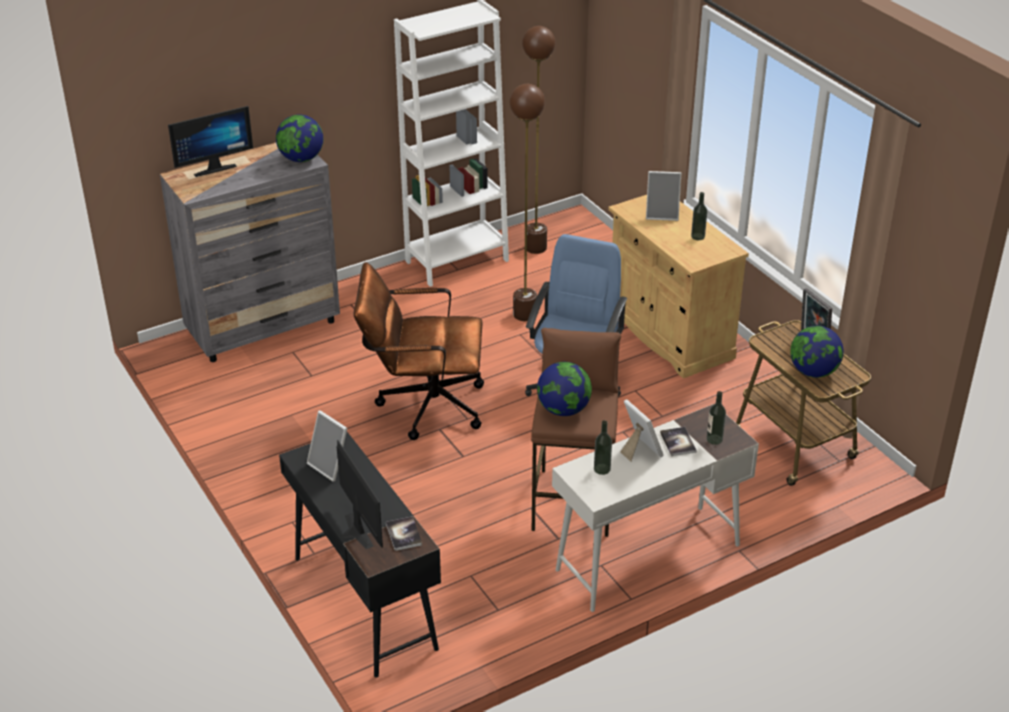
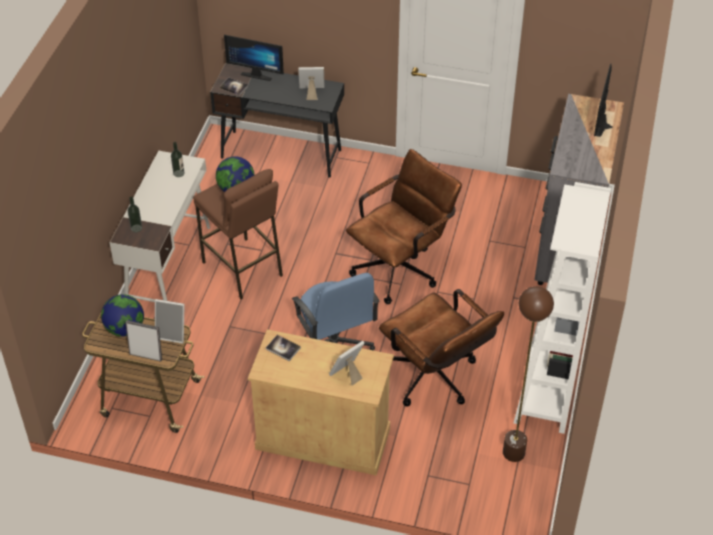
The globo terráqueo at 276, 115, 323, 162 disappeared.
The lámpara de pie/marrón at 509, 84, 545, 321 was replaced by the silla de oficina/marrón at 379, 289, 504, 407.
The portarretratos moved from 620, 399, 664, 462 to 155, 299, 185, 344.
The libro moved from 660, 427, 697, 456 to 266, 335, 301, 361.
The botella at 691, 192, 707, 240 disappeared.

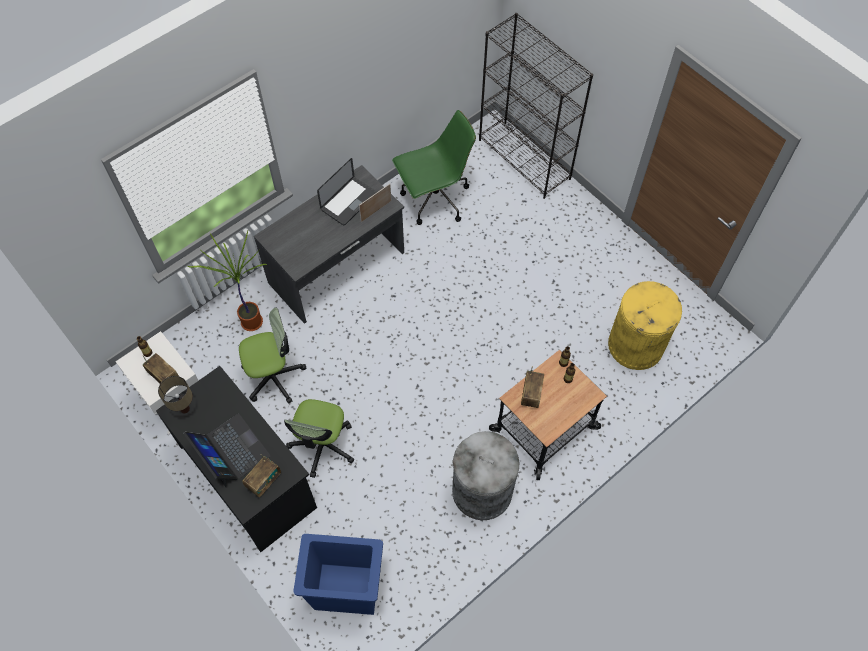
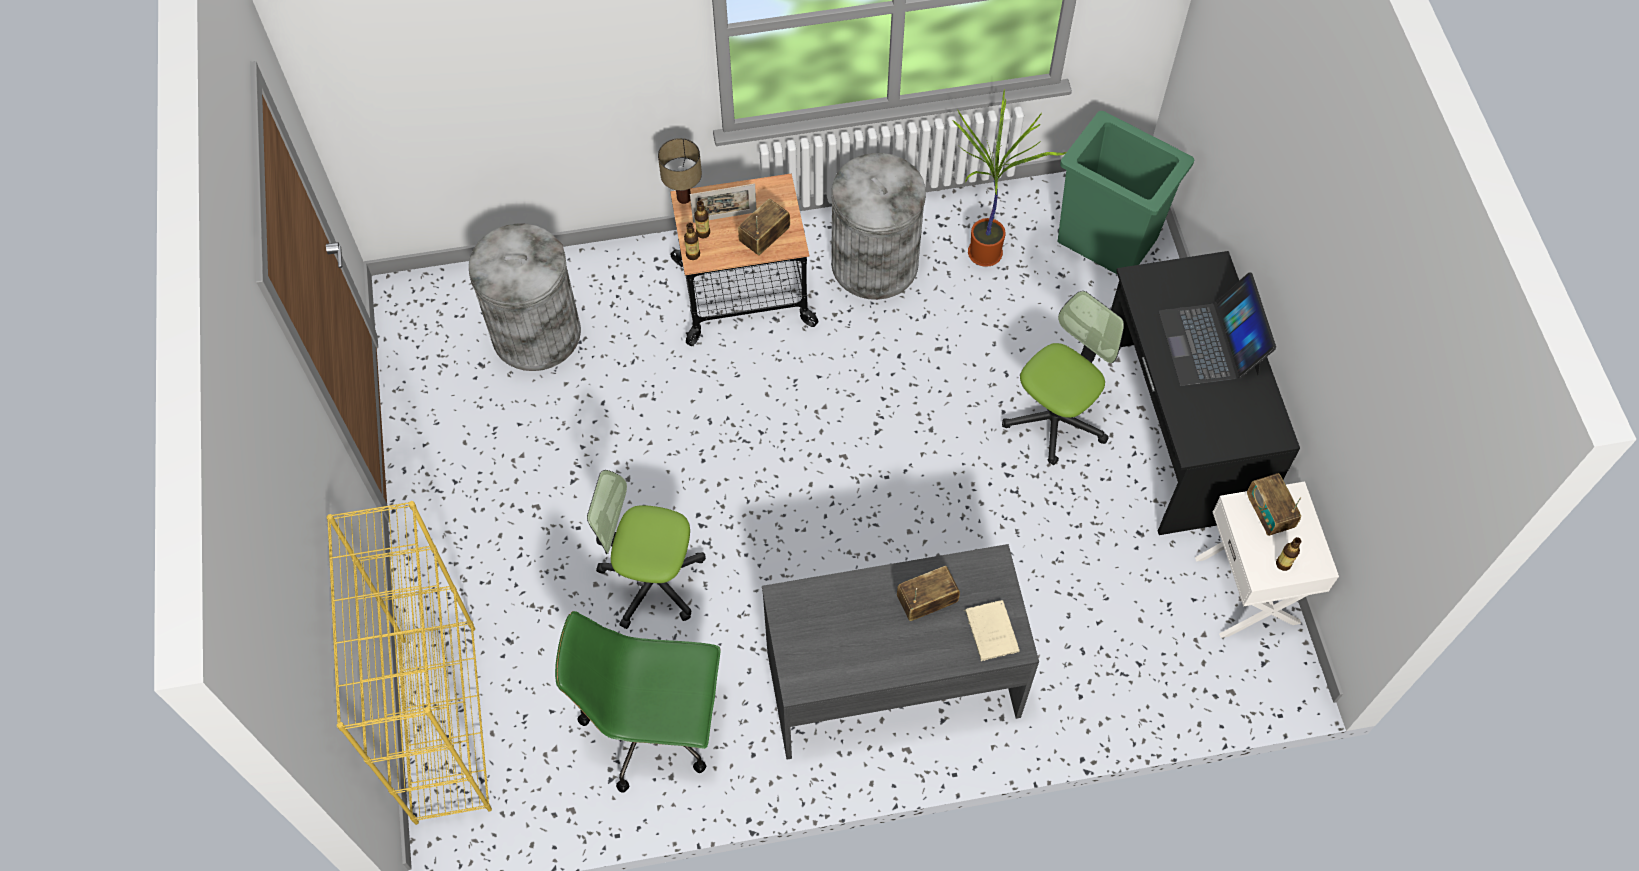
The lámpara de mesa moved from 158, 376, 193, 414 to 658, 138, 702, 204.
The planta en maceta moved from 188, 231, 267, 331 to 952, 89, 1066, 267.
The silla de oficina moved from 239, 308, 306, 404 to 587, 470, 706, 629.
The radio moved from 242, 454, 281, 497 to 897, 566, 960, 621.
The papelera/azul at 293, 534, 383, 615 became the papelera/verde at 1058, 111, 1194, 274.
The portátil at 317, 158, 377, 226 disappeared.
The portarretratos moved from 359, 184, 391, 222 to 690, 184, 757, 223.
The estantería/negro at 479, 13, 593, 199 became the estantería/amarillo at 327, 501, 492, 825.
The papelera/amarillo at 608, 281, 682, 370 became the papelera/gris at 469, 223, 581, 371.
The libro/beis at 965, 600, 1020, 661 appeared.

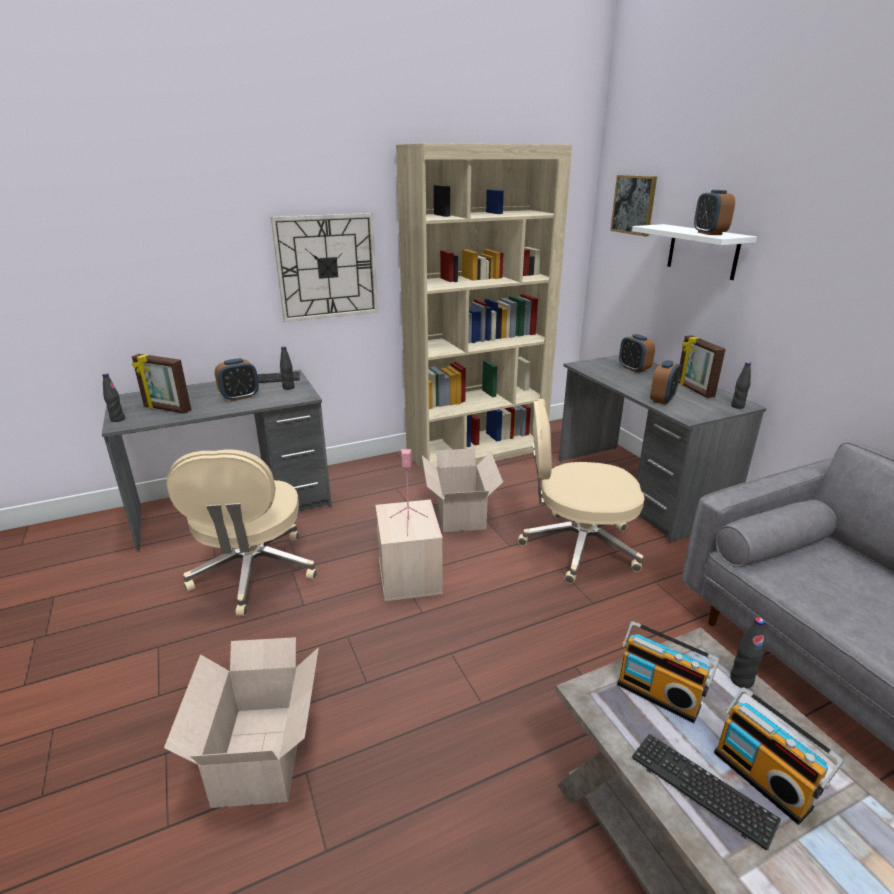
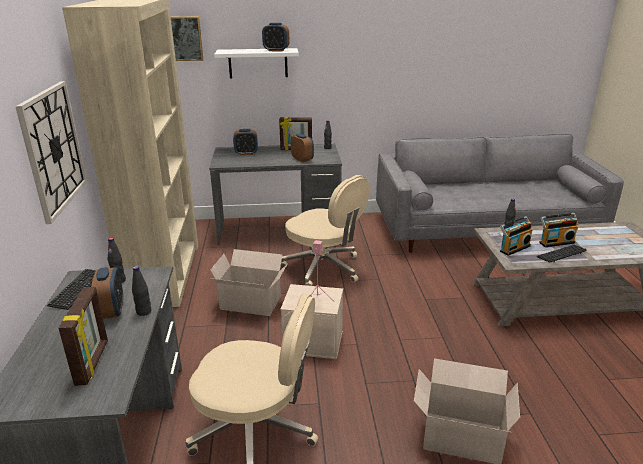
The botella/negro moved from 102, 373, 125, 422 to 132, 266, 152, 316.
The portarretratos at 132, 354, 191, 414 turned 45 degrees counterclockwise.
The silla de oficina/beis at 518, 399, 644, 584 turned 75 degrees counterclockwise.

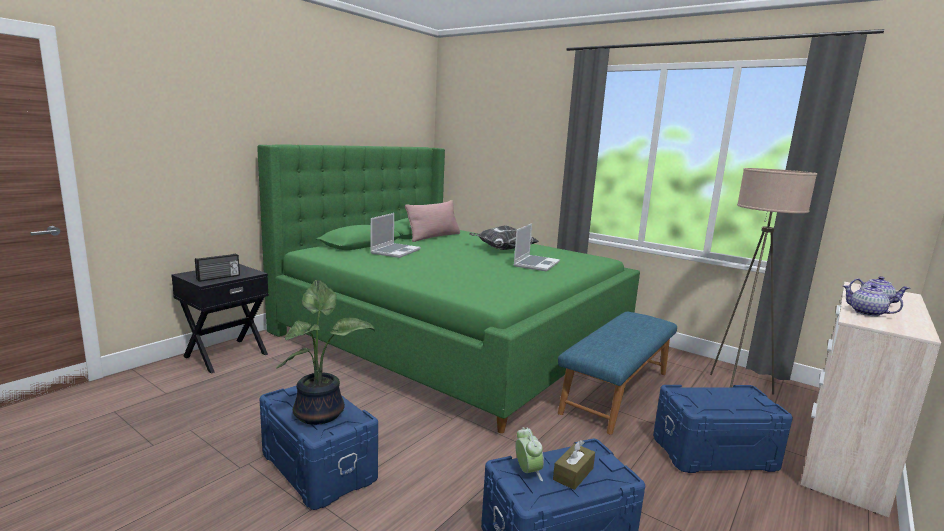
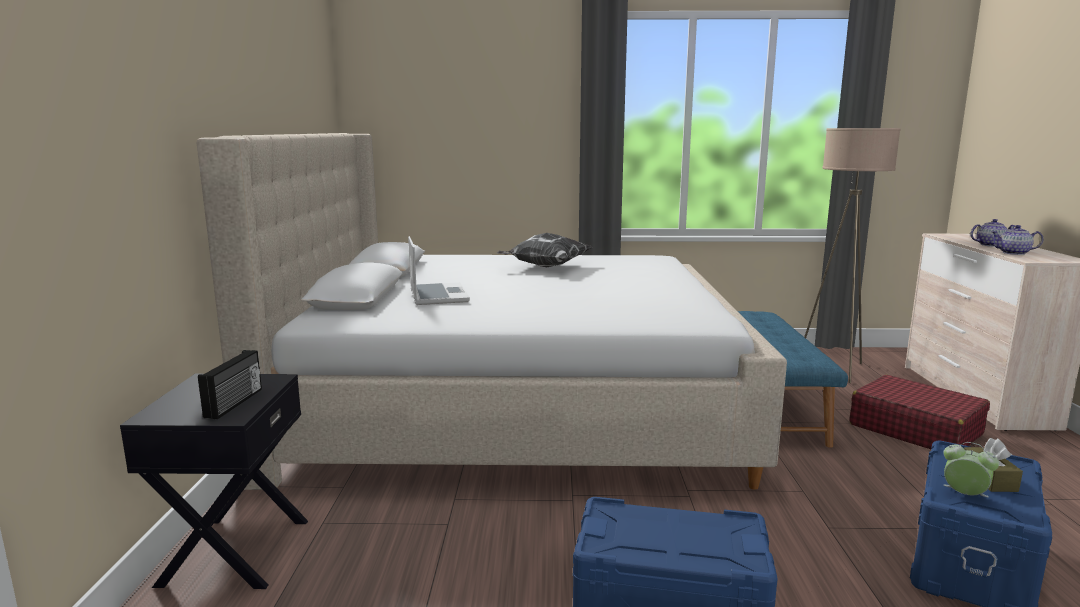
The cama/verde at 257, 144, 640, 433 became the cama/beis at 197, 133, 787, 490.
The planta en maceta at 276, 280, 375, 425 disappeared.
The cojín/rosa at 405, 200, 460, 242 disappeared.
The portátil at 514, 223, 560, 272 disappeared.
The caja de almacenaje/azul at 653, 385, 793, 473 was replaced by the maleta/rojo at 849, 375, 990, 449.

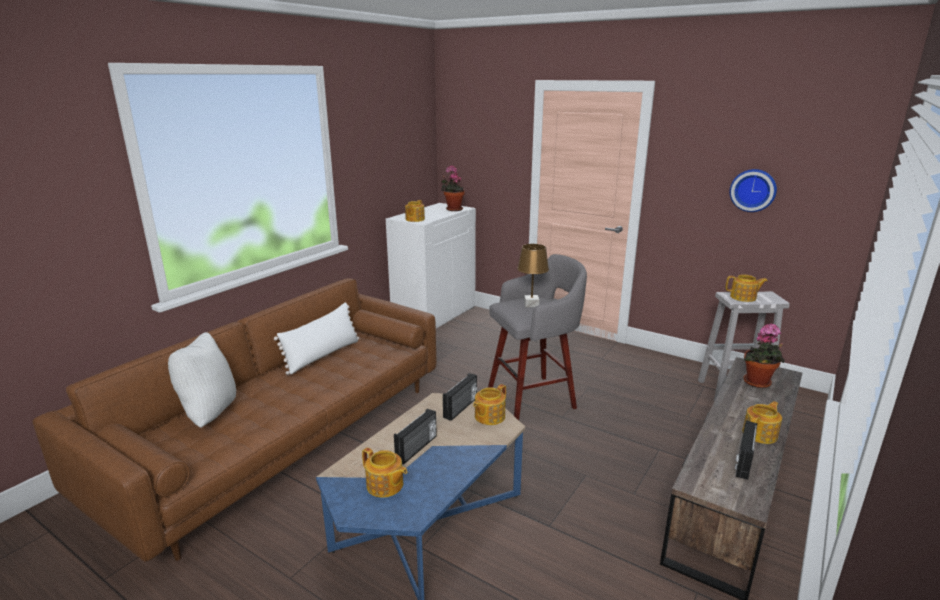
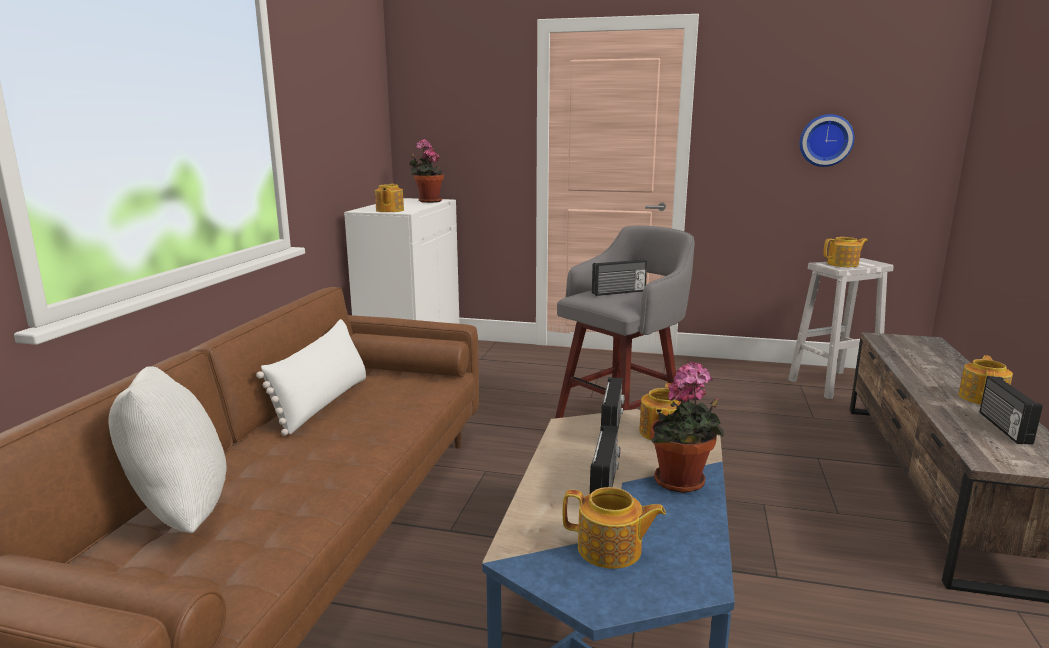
The lámpara de mesa/marrón at 517, 244, 549, 307 was replaced by the radio at 592, 259, 647, 296.
The planta en maceta moved from 743, 323, 785, 388 to 650, 362, 724, 493.

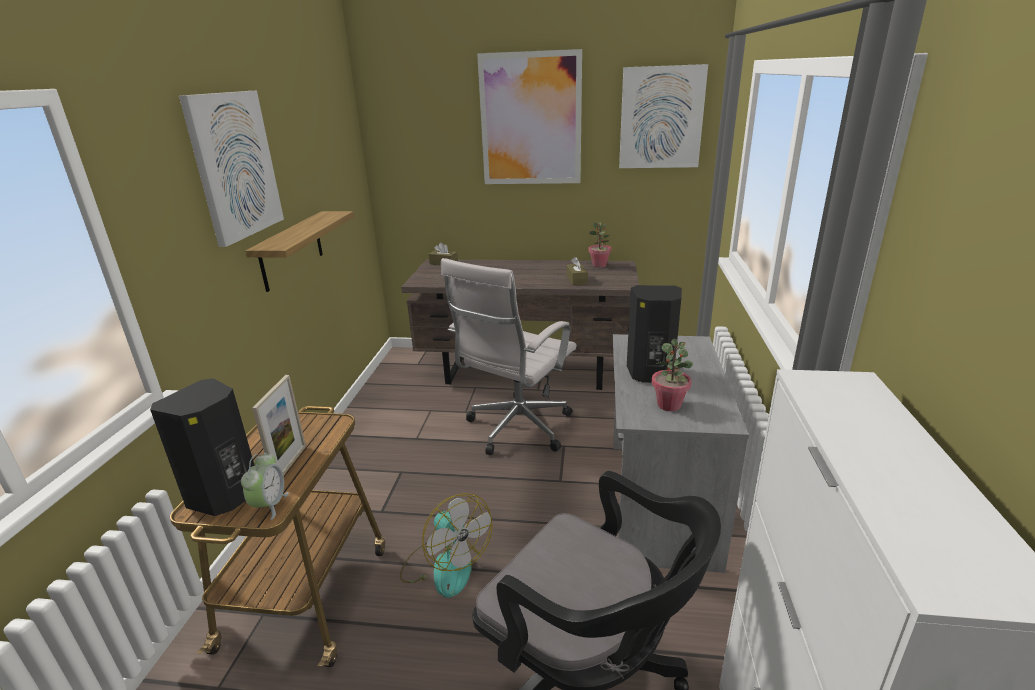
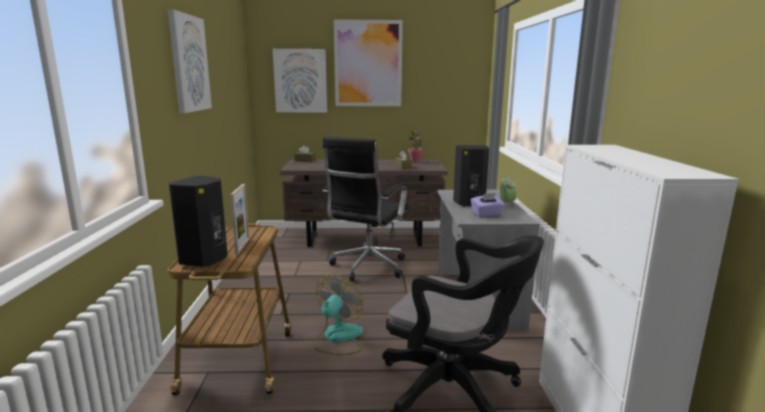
The despertador moved from 241, 453, 289, 520 to 500, 176, 516, 206.
The estante at 245, 211, 354, 292 disappeared.
The ventilador at 400, 493, 493, 598 turned 105 degrees counterclockwise.
The silla de oficina/blanco at 441, 258, 576, 455 became the silla de oficina/negro at 322, 136, 408, 282.
The cuadro moved from 619, 64, 708, 168 to 273, 49, 327, 113.
The planta en maceta at 652, 339, 693, 411 was replaced by the caja de pañuelos/morado at 471, 193, 505, 217.

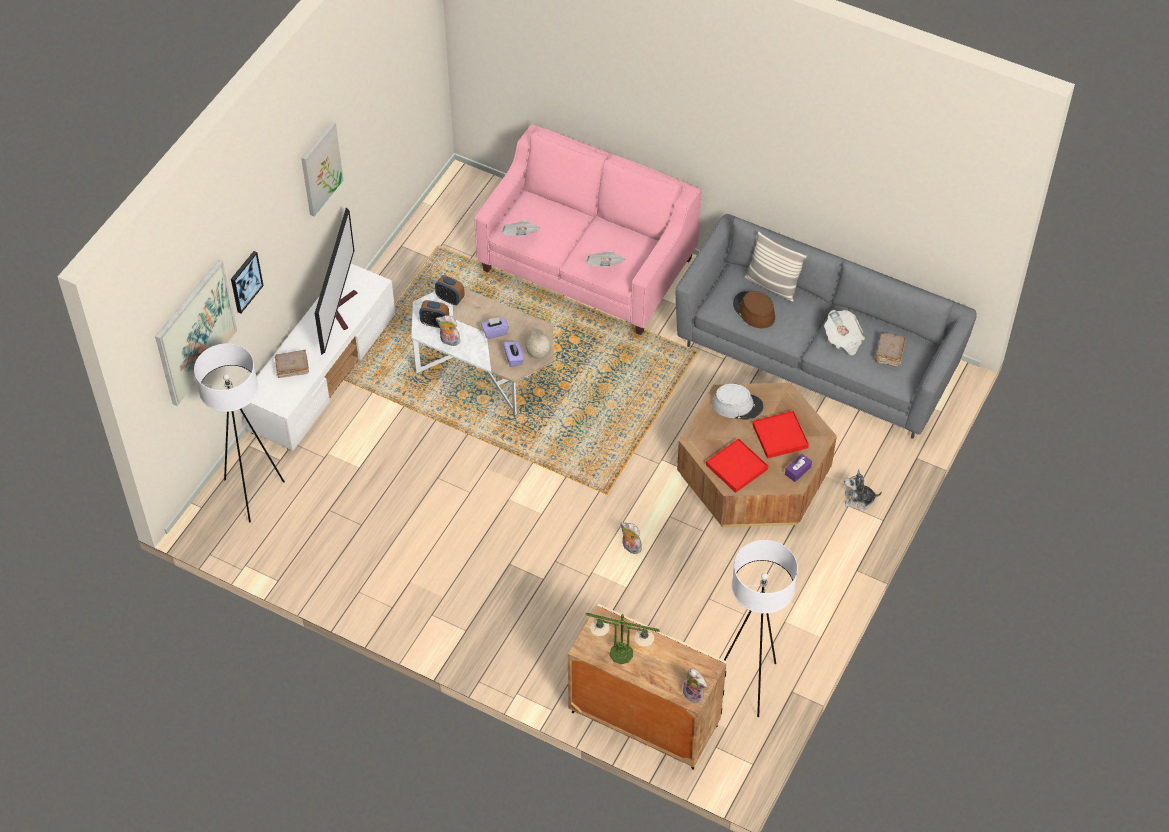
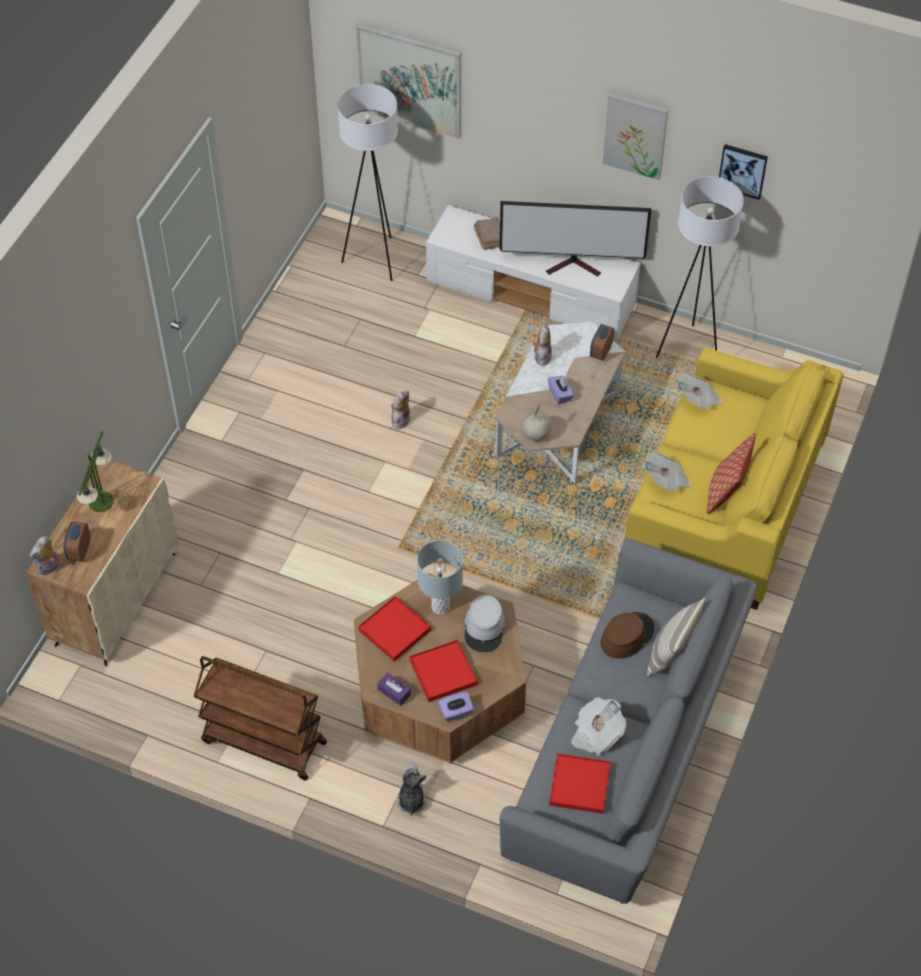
The cuadro moved from 231, 251, 264, 314 to 719, 144, 768, 200.
The despertador moved from 419, 300, 449, 328 to 63, 522, 90, 562.
The sofá/rosa at 475, 124, 702, 335 became the sofá/amarillo at 624, 347, 844, 610.
The caja de pañuelos/morado moved from 503, 341, 524, 367 to 438, 692, 474, 721.
The peluche moved from 621, 522, 642, 554 to 391, 390, 410, 429.
The lámpara de pie/blanco moved from 724, 540, 798, 717 to 656, 176, 744, 358.
The libro/marrón at 875, 333, 905, 367 was replaced by the bandeja/rojo at 549, 753, 611, 814.
The carrito/marrón at 193, 656, 327, 781 appeared.
The lámpara de mesa/gris at 417, 540, 463, 615 appeared.
The cojín at 707, 433, 756, 514 appeared.

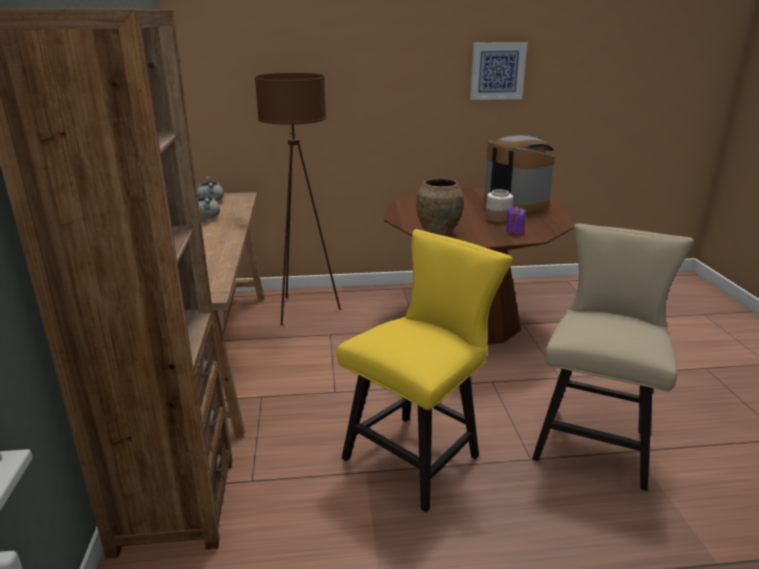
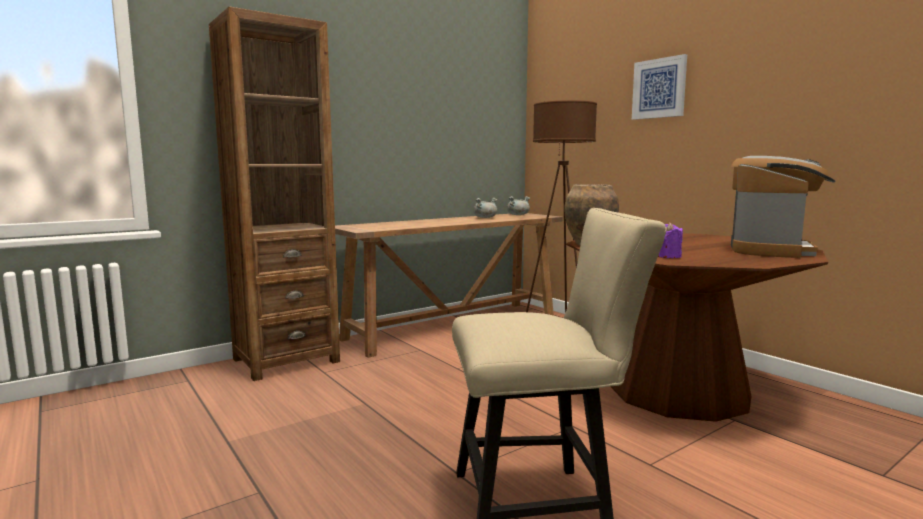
The silla/amarillo at 337, 229, 512, 512 disappeared.
The cuadro moved from 470, 42, 527, 100 to 632, 54, 687, 120.
The tarro at 485, 189, 513, 222 disappeared.

